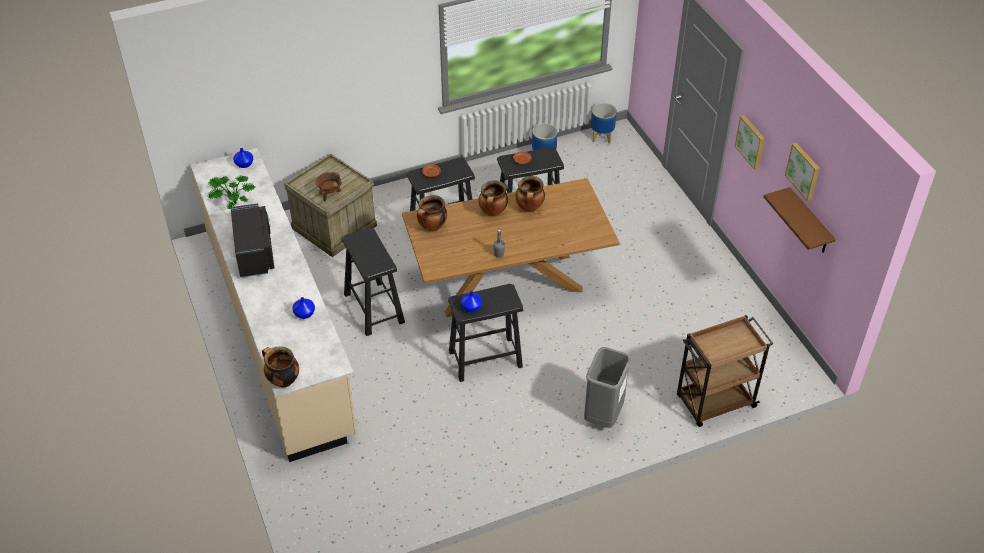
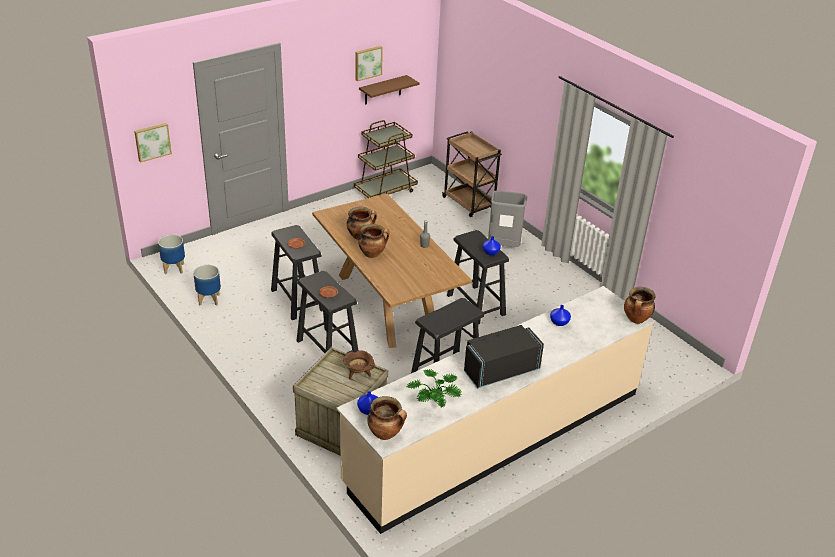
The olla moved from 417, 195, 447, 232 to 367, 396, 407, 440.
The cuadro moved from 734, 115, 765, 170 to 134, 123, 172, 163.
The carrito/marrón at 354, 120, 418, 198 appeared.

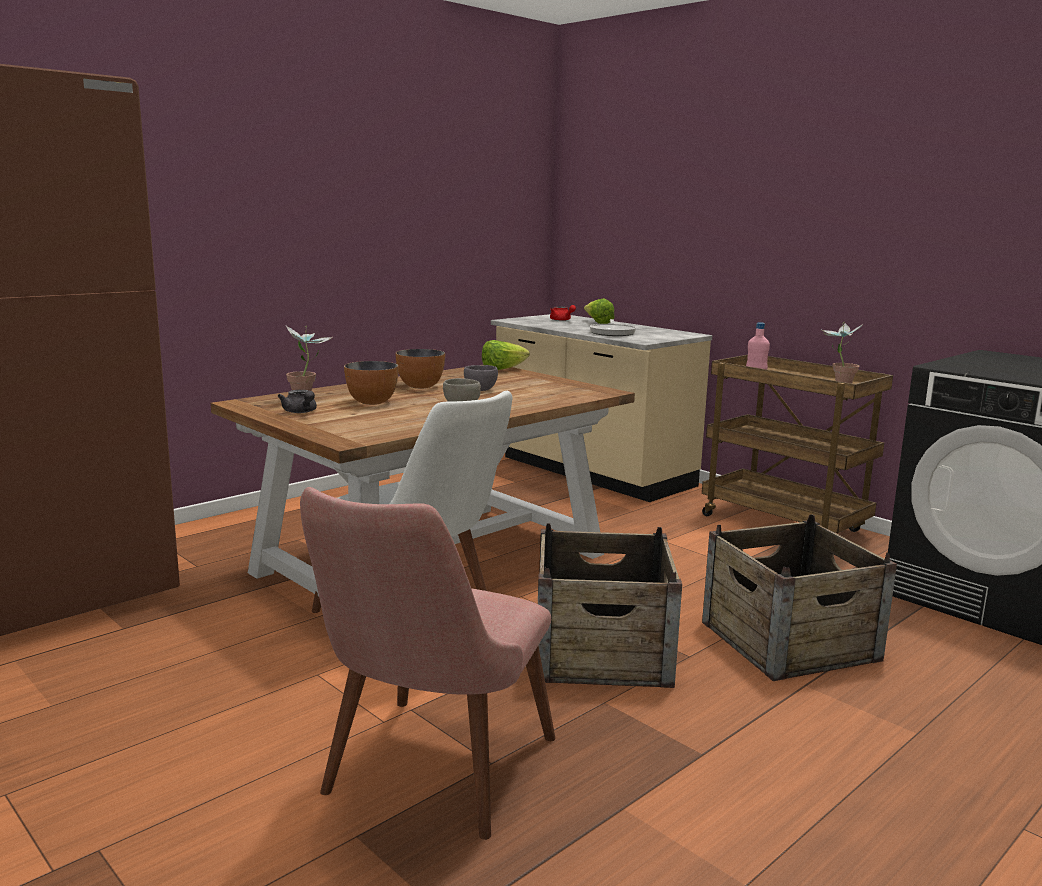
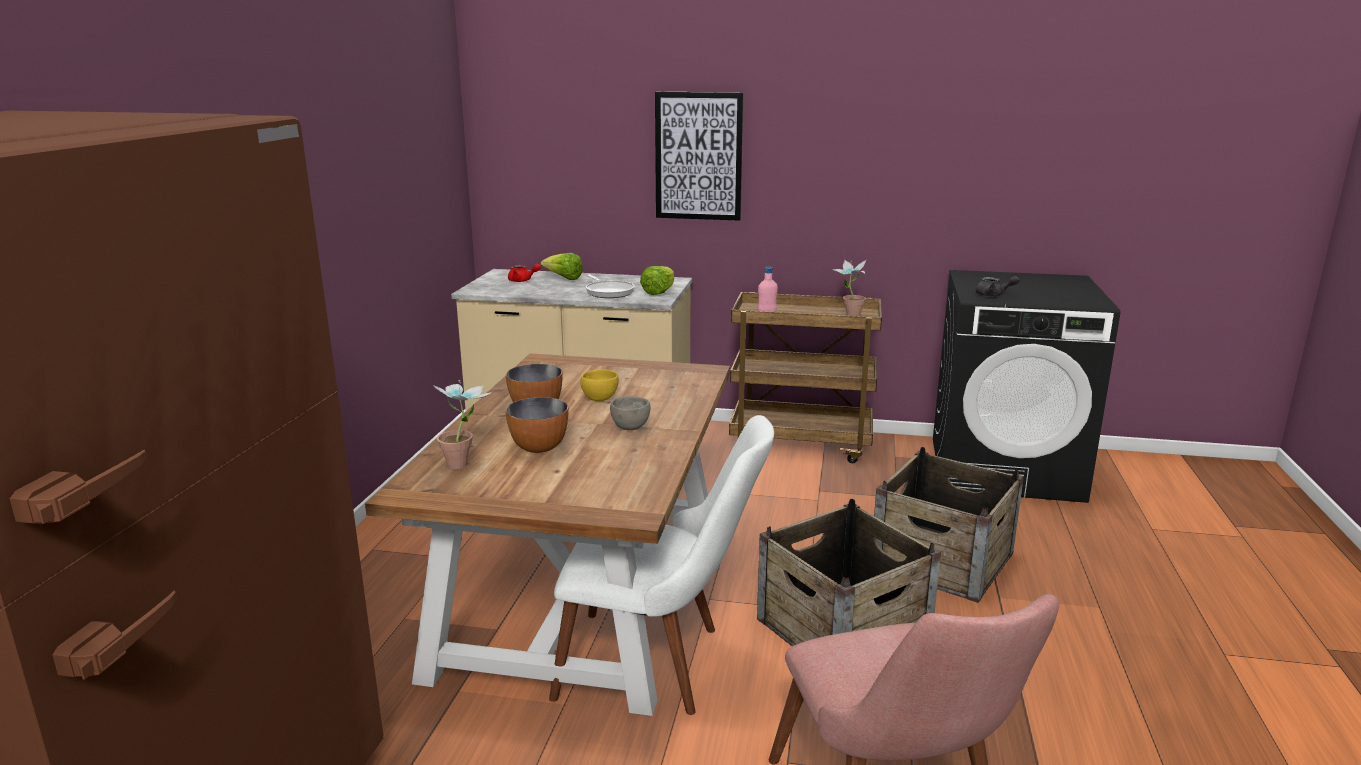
The tetera/gris moved from 278, 390, 317, 413 to 976, 276, 1020, 297.
The cuenco/gris at 464, 365, 498, 391 became the cuenco/amarillo at 581, 369, 619, 401.
The lechuga moved from 482, 340, 530, 370 to 640, 266, 674, 295.
The cuadro at 655, 92, 743, 221 appeared.

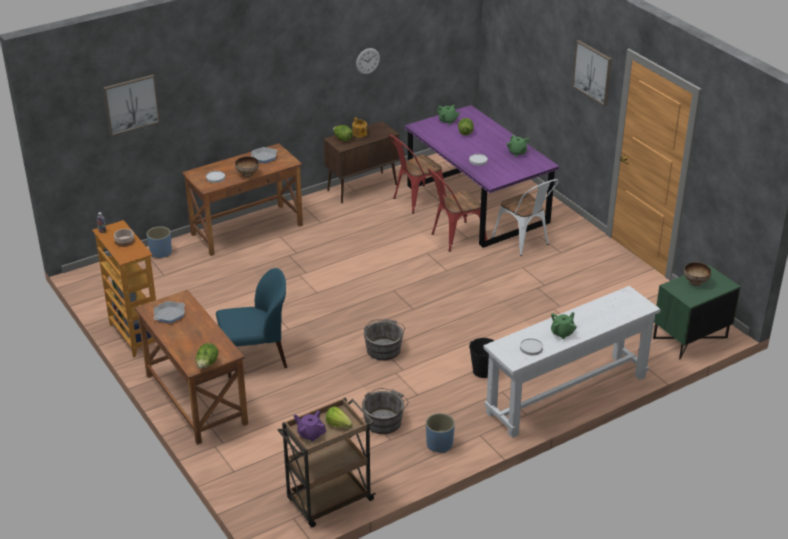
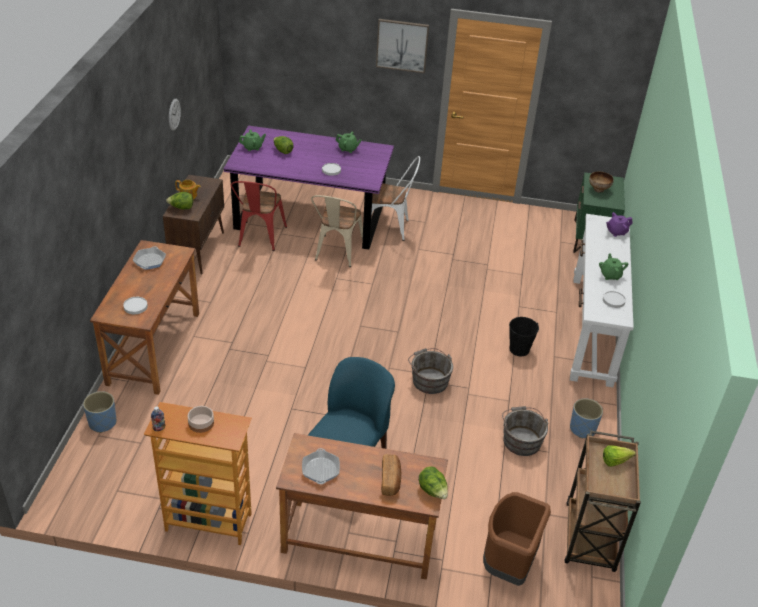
The cuadro at 103, 75, 160, 136 disappeared.
The cuenco at 235, 156, 259, 178 disappeared.
The tetera/morado moved from 294, 411, 327, 441 to 606, 212, 632, 237.
The silla/rojo at 428, 169, 487, 252 became the silla/beis at 311, 195, 363, 267.
The pan at 381, 454, 401, 496 appeared.
The papelera/marrón at 483, 492, 551, 586 appeared.

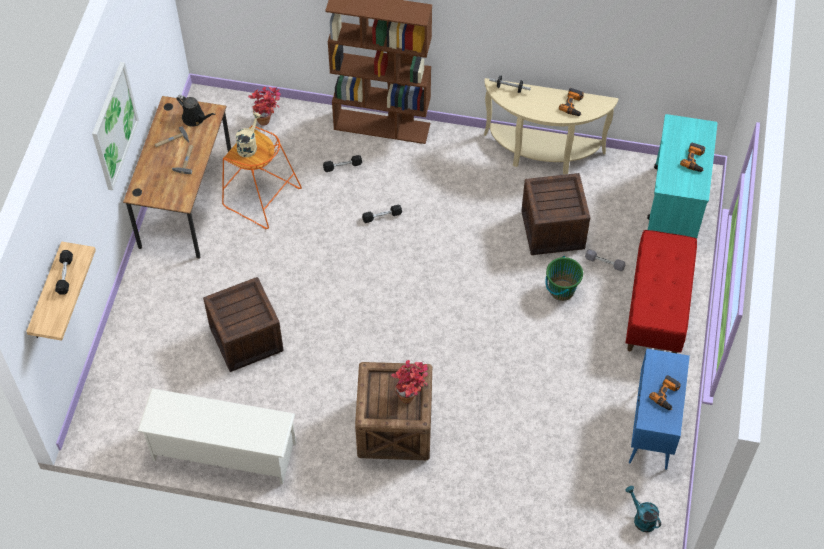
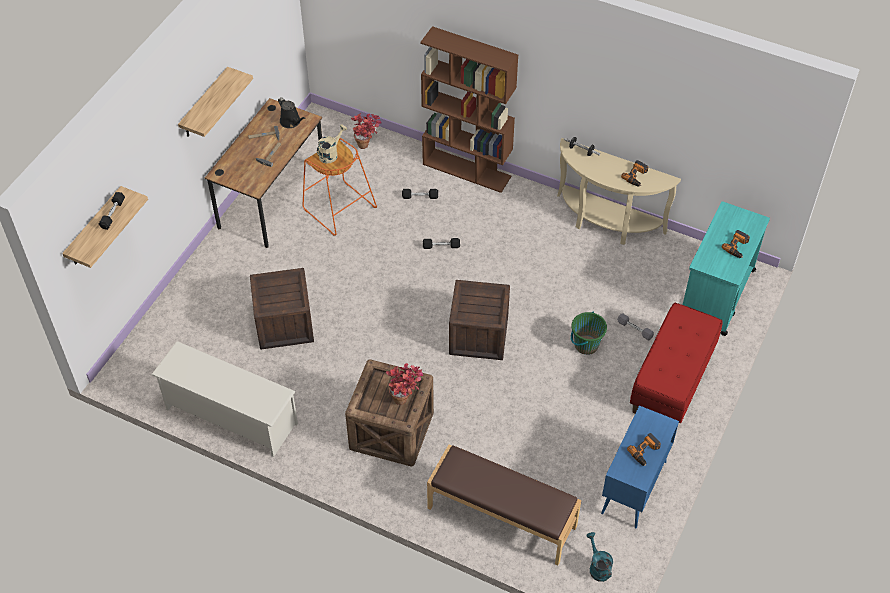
The cuadro at 92, 62, 139, 191 was replaced by the estante at 178, 67, 253, 137.
The caja de embalaje moved from 521, 173, 590, 255 to 449, 280, 510, 360.
The banco/marrón at 427, 445, 581, 565 appeared.

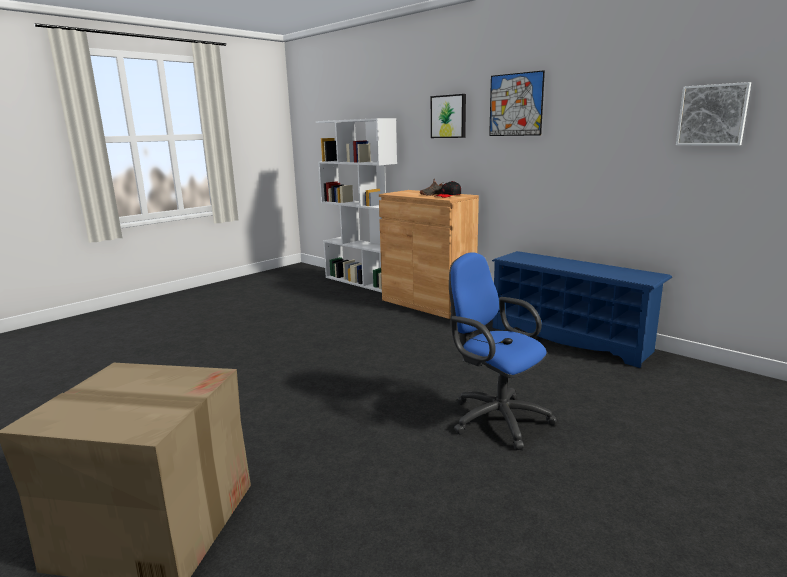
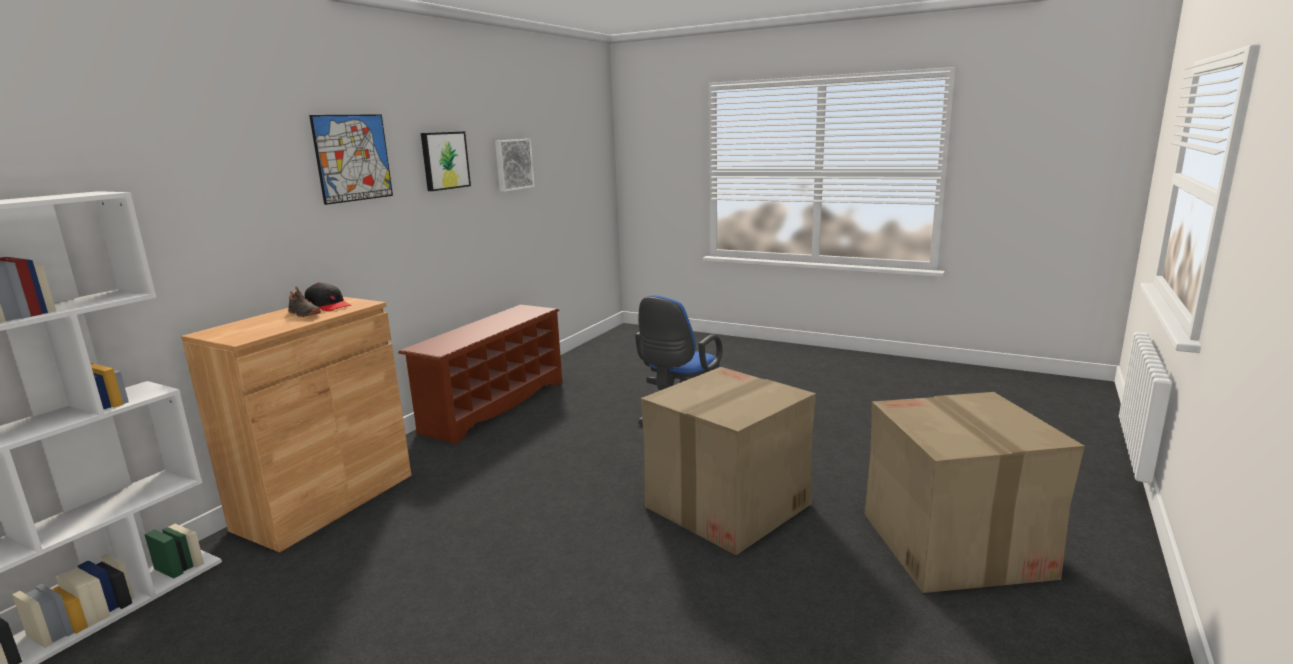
The cuadro moved from 431, 94, 466, 138 to 421, 131, 471, 191.
The zapatero/azul at 492, 251, 672, 368 became the zapatero/marrón at 398, 305, 562, 445.
The caja de cartón at 641, 367, 816, 555 appeared.

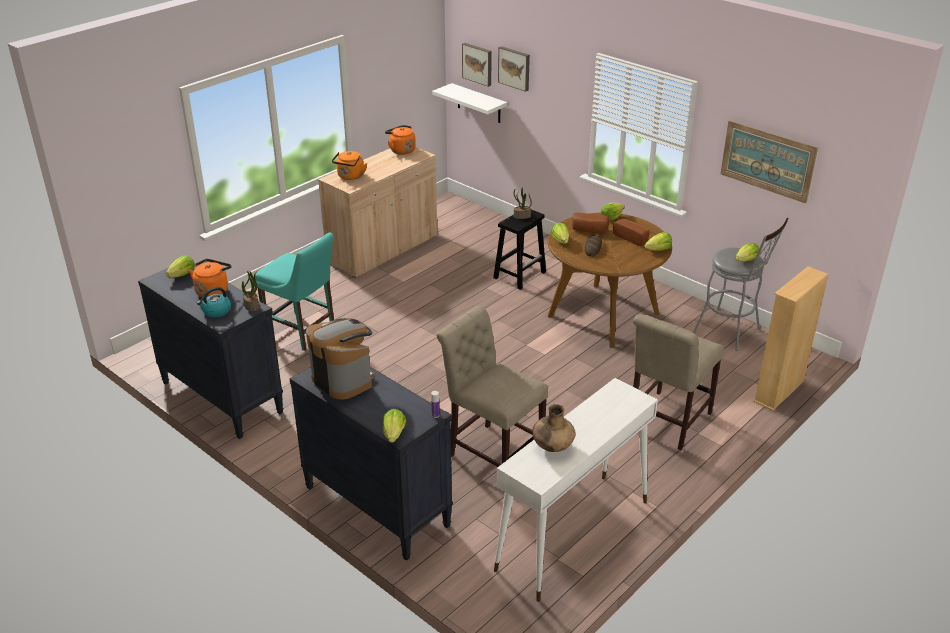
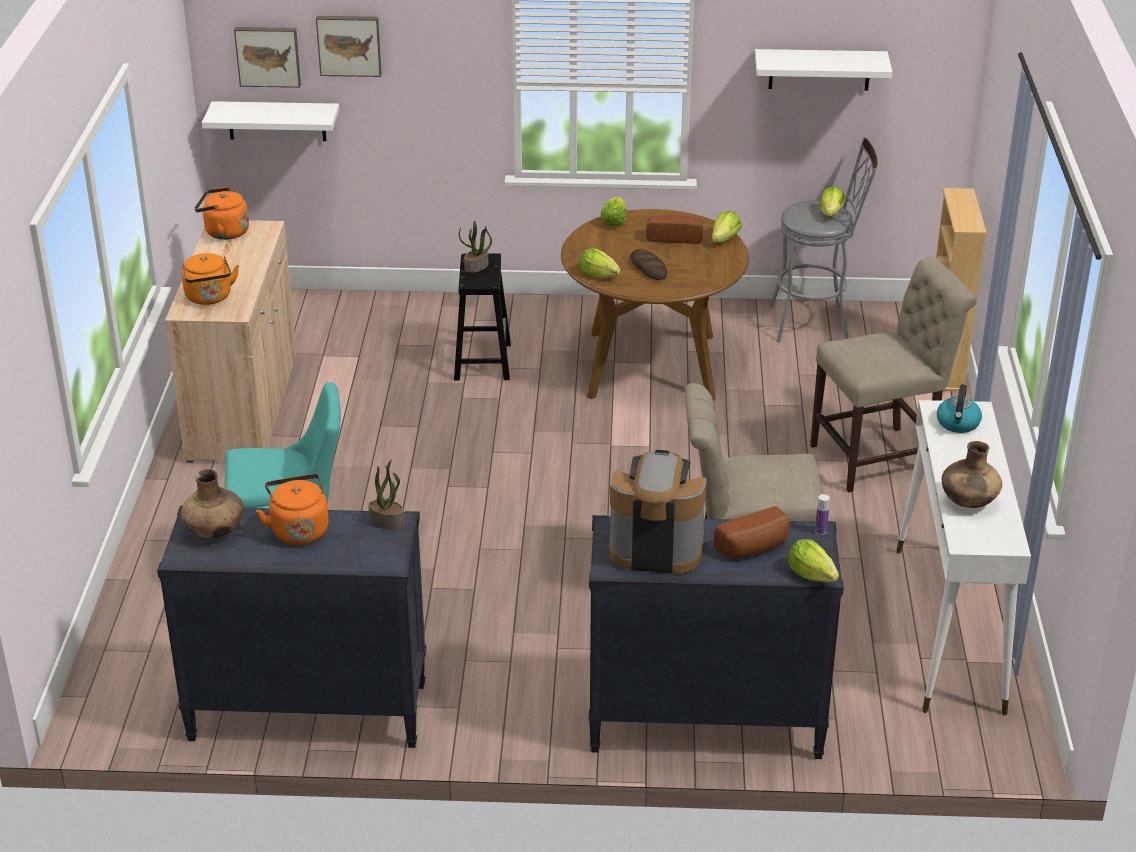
The lechuga at 166, 255, 195, 278 was replaced by the florero/marrón at 181, 469, 244, 538.
The hervidor moved from 197, 287, 231, 317 to 937, 384, 982, 433.
The pan moved from 572, 212, 609, 233 to 714, 506, 789, 559.
The silla/beis at 633, 314, 724, 450 turned 105 degrees counterclockwise.
The cuadro at 720, 120, 818, 203 was replaced by the estante/blanco at 755, 49, 893, 91.

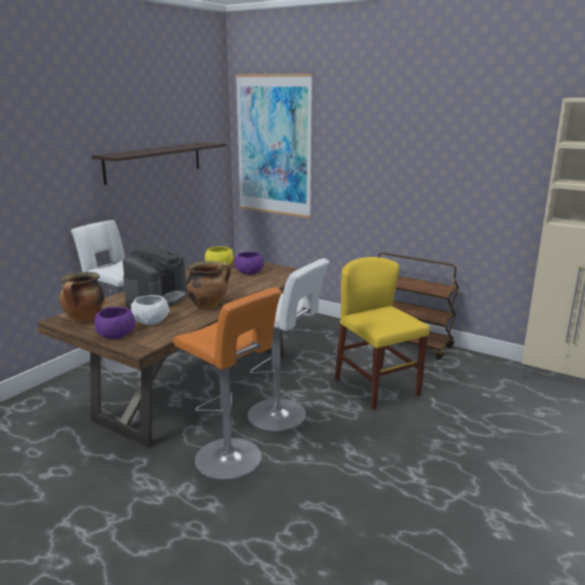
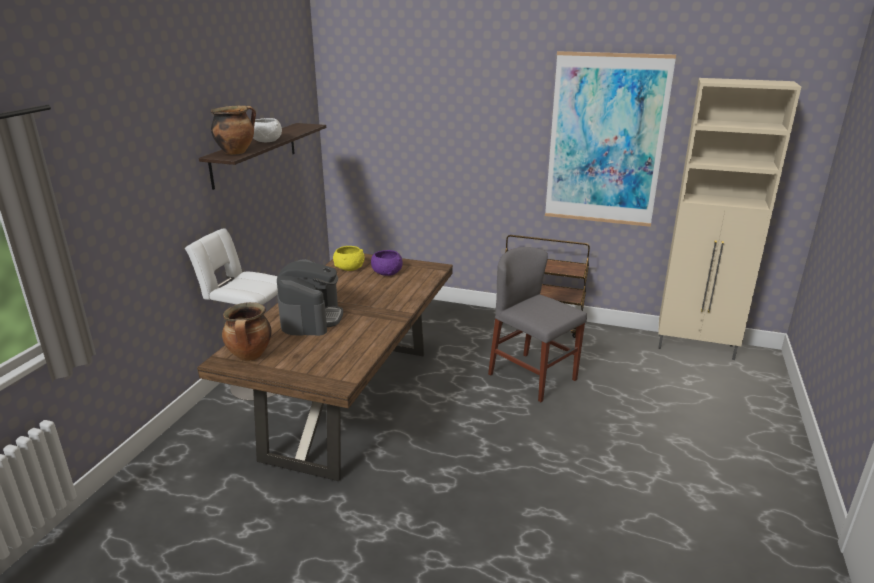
The cuenco/morado at 94, 307, 135, 339 disappeared.
The cuenco/blanco moved from 131, 295, 170, 325 to 253, 118, 282, 142.
The taburete/naranja at 173, 287, 282, 480 disappeared.
The olla moved from 186, 261, 231, 310 to 211, 106, 256, 155.
The cuadro moved from 235, 73, 313, 218 to 545, 51, 676, 227.
The taburete/blanco at 248, 258, 329, 431 disappeared.
The silla/amarillo at 335, 257, 430, 410 became the silla/gris at 488, 247, 587, 402.

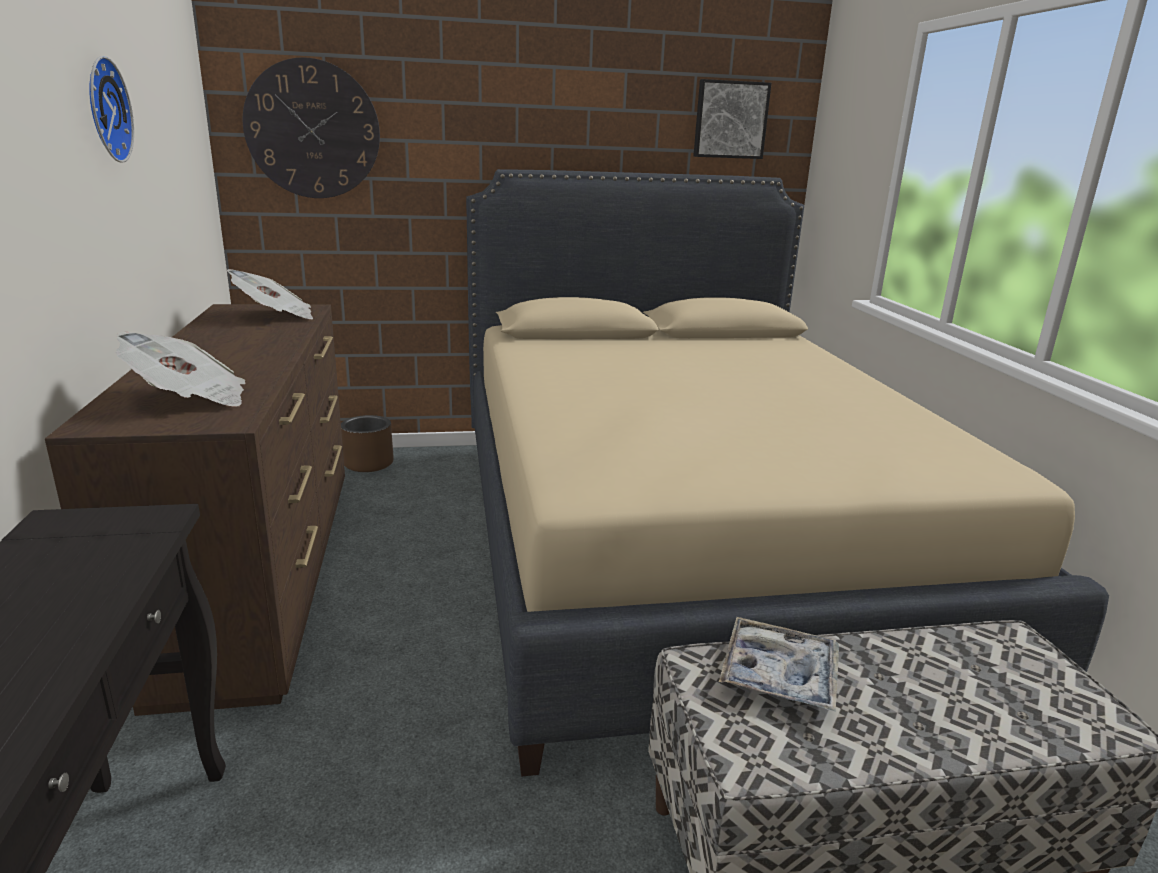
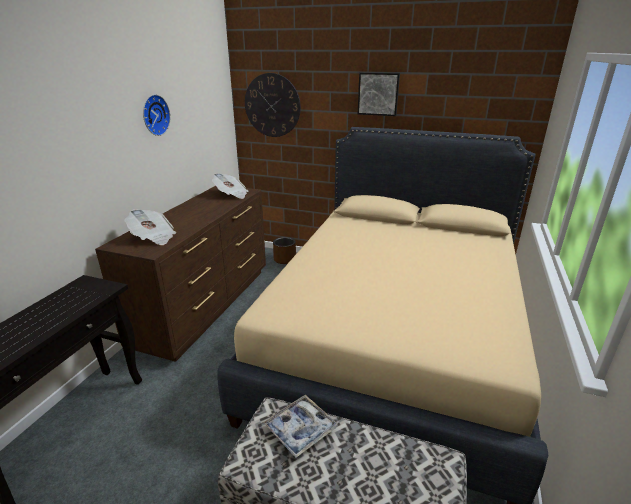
The cuadro moved from 693, 79, 772, 159 to 358, 72, 400, 116.

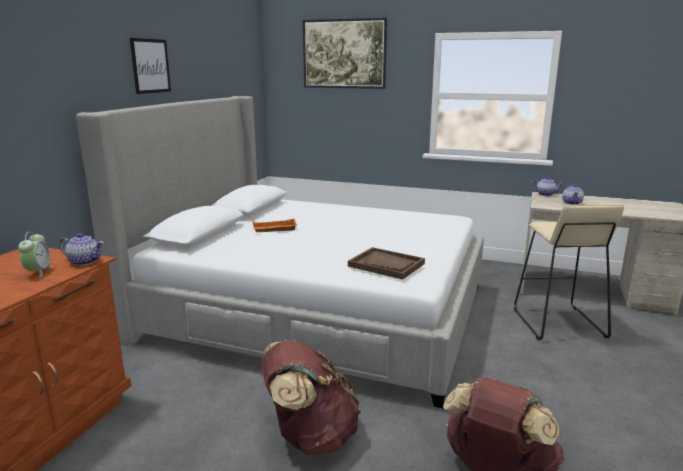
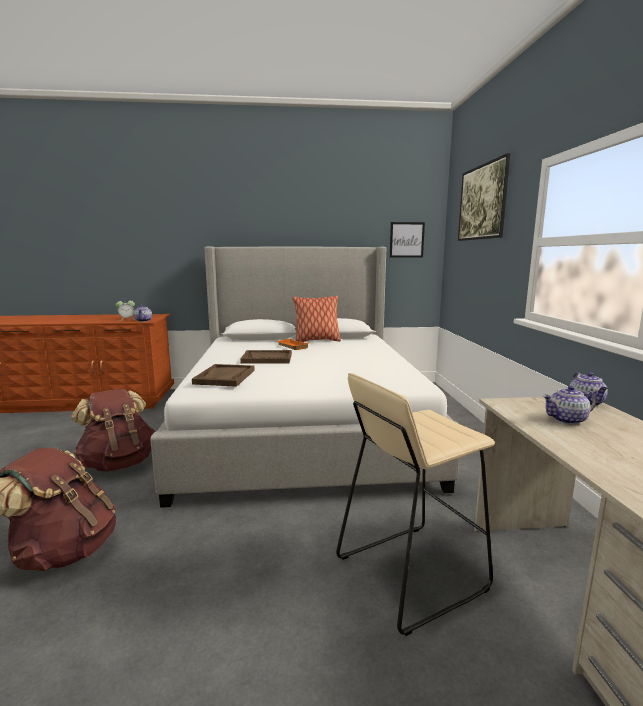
The cuadro moved from 130, 38, 171, 94 to 390, 222, 425, 258.
The bandeja/marrón at 240, 350, 292, 364 appeared.
The cojín at 292, 295, 341, 342 appeared.

